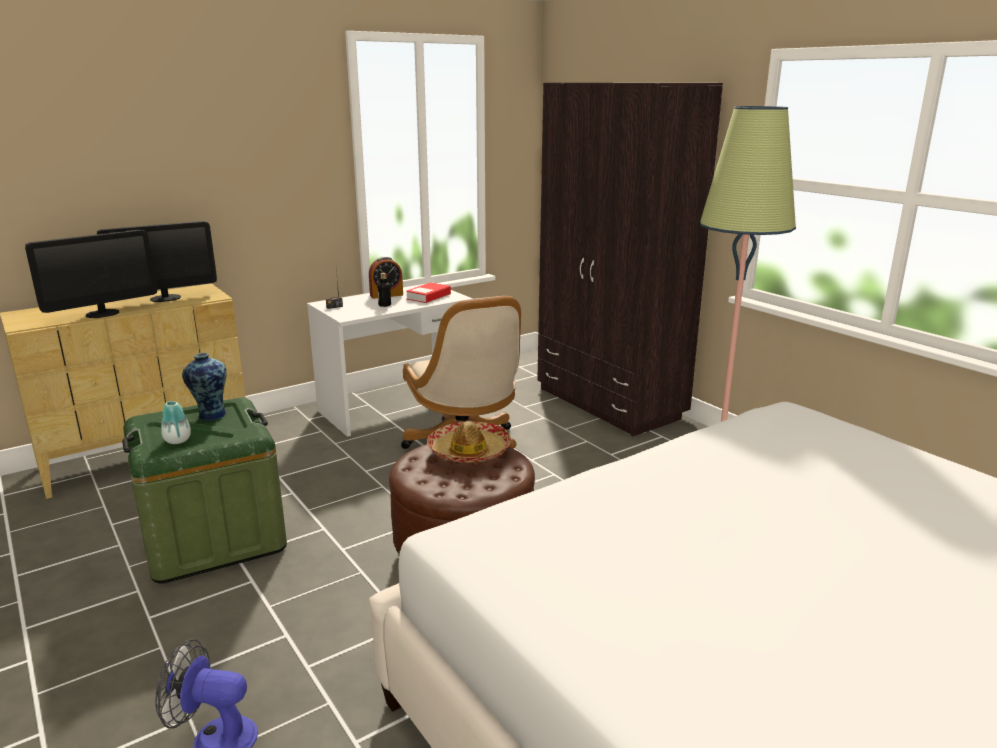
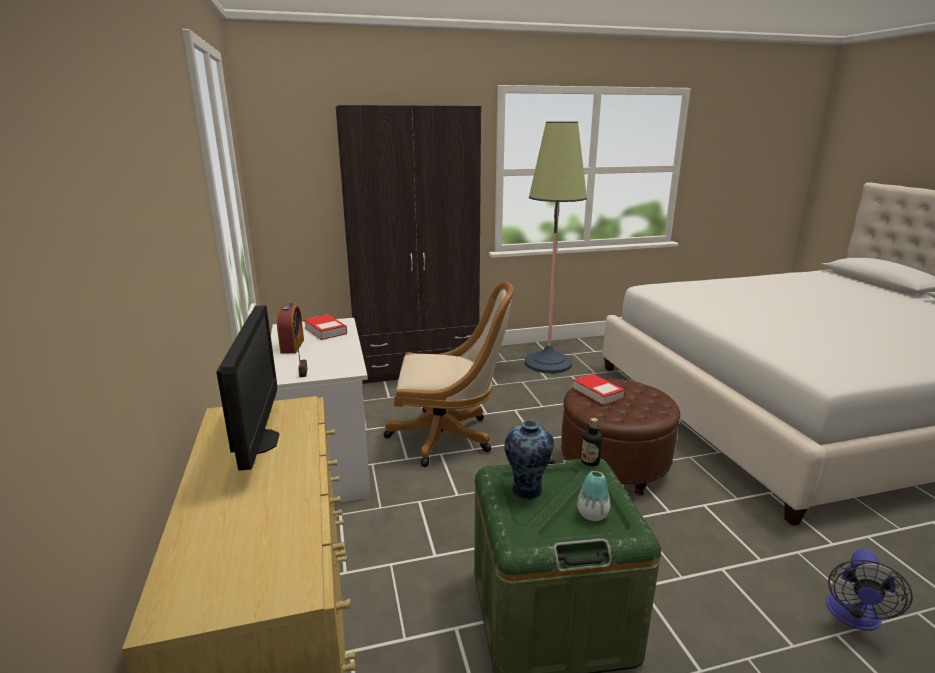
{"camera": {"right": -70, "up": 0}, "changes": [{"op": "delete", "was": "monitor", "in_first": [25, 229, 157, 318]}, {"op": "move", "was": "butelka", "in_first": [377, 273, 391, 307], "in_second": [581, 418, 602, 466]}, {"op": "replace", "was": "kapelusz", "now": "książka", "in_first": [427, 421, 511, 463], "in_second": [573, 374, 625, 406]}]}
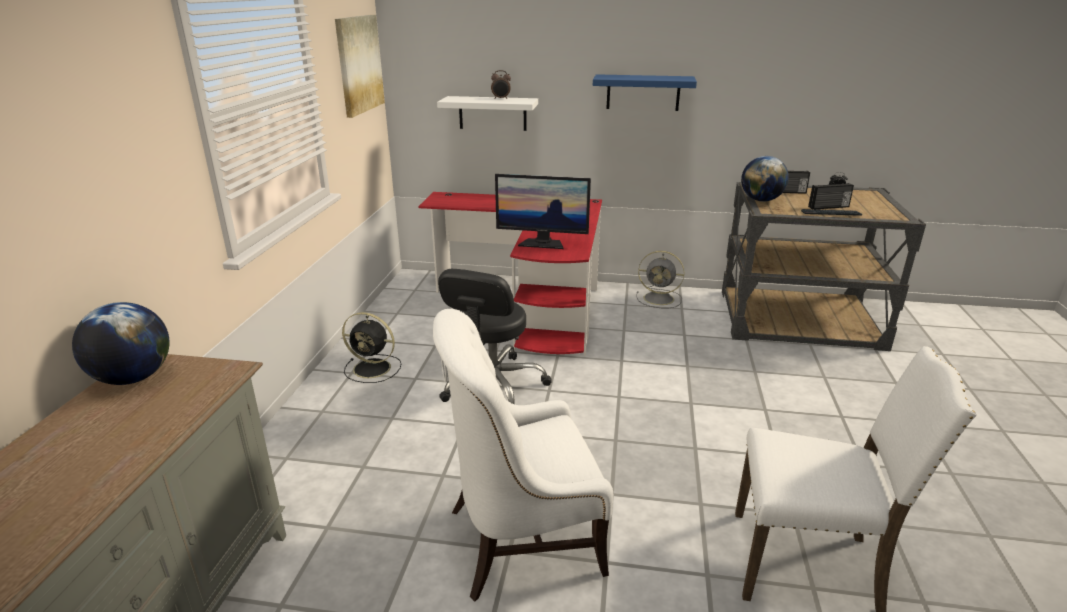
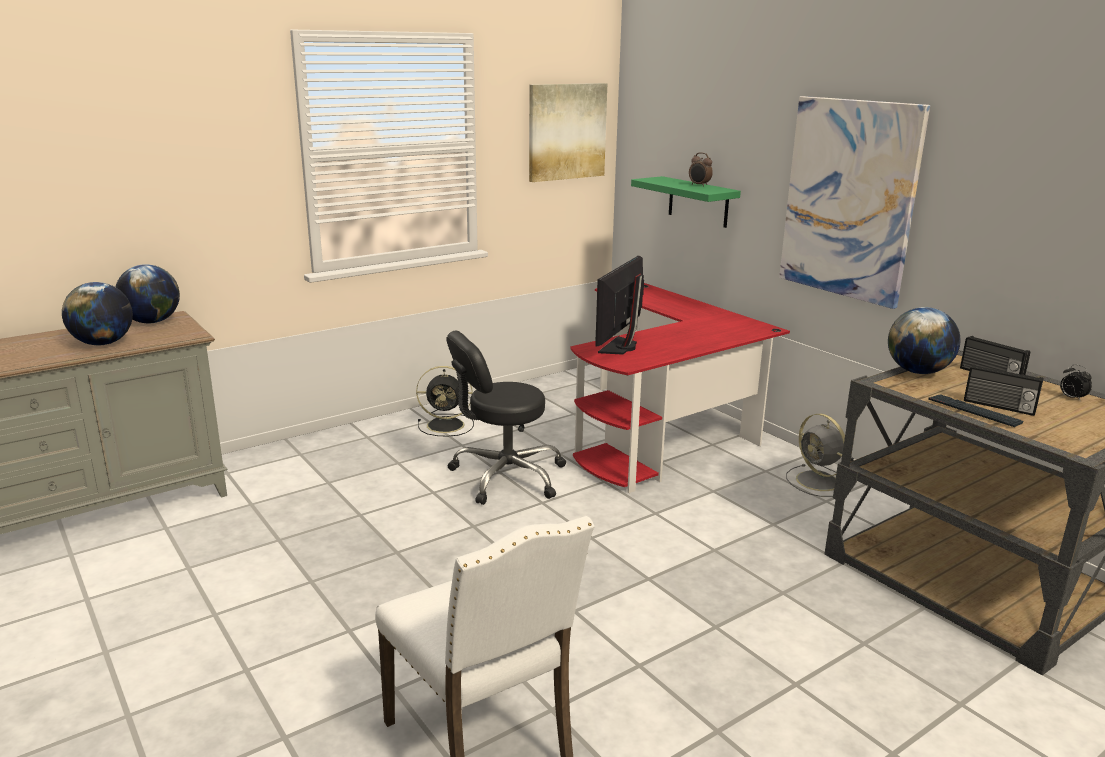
{"camera": {"right": 45, "up": -5}, "changes": [{"op": "replace", "was": "półka (niebieski)", "now": "obraz", "in_first": [593, 74, 697, 111], "in_second": [779, 96, 930, 309]}, {"op": "recolor", "was": "półka (biały)", "now": "półka (zielony)", "in_first": [437, 96, 538, 131], "in_second": [631, 176, 741, 228]}, {"op": "rotate", "was": "monitor", "in_first": [495, 174, 591, 249], "in_second": [595, 256, 644, 355], "clockwise": 60}, {"op": "delete", "was": "krzesło (biały)", "in_first": [433, 309, 613, 602]}, {"op": "rotate", "was": "wentylator (czarny)", "in_first": [342, 312, 401, 383], "in_second": [416, 366, 474, 437], "clockwise": -60}, {"op": "insert", "now": "globus", "in_second": [62, 282, 133, 345]}]}
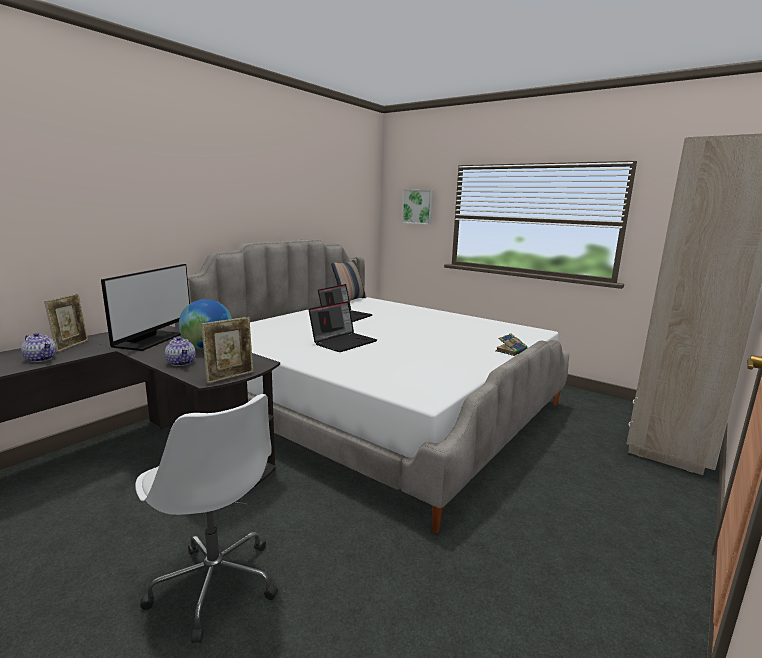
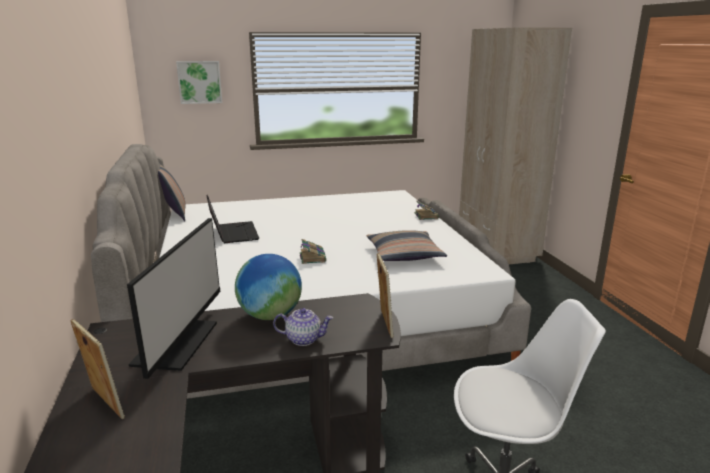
{"camera": {"right": -50, "up": 5}, "changes": [{"op": "rotate", "was": "monitor", "in_first": [101, 264, 190, 351], "in_second": [127, 218, 220, 379], "clockwise": 45}, {"op": "replace", "was": "laptop", "now": "książka", "in_first": [309, 301, 377, 352], "in_second": [300, 239, 326, 264]}, {"op": "delete", "was": "imbryk", "in_first": [21, 333, 56, 362]}, {"op": "insert", "now": "poduszka", "in_second": [366, 230, 447, 261]}]}
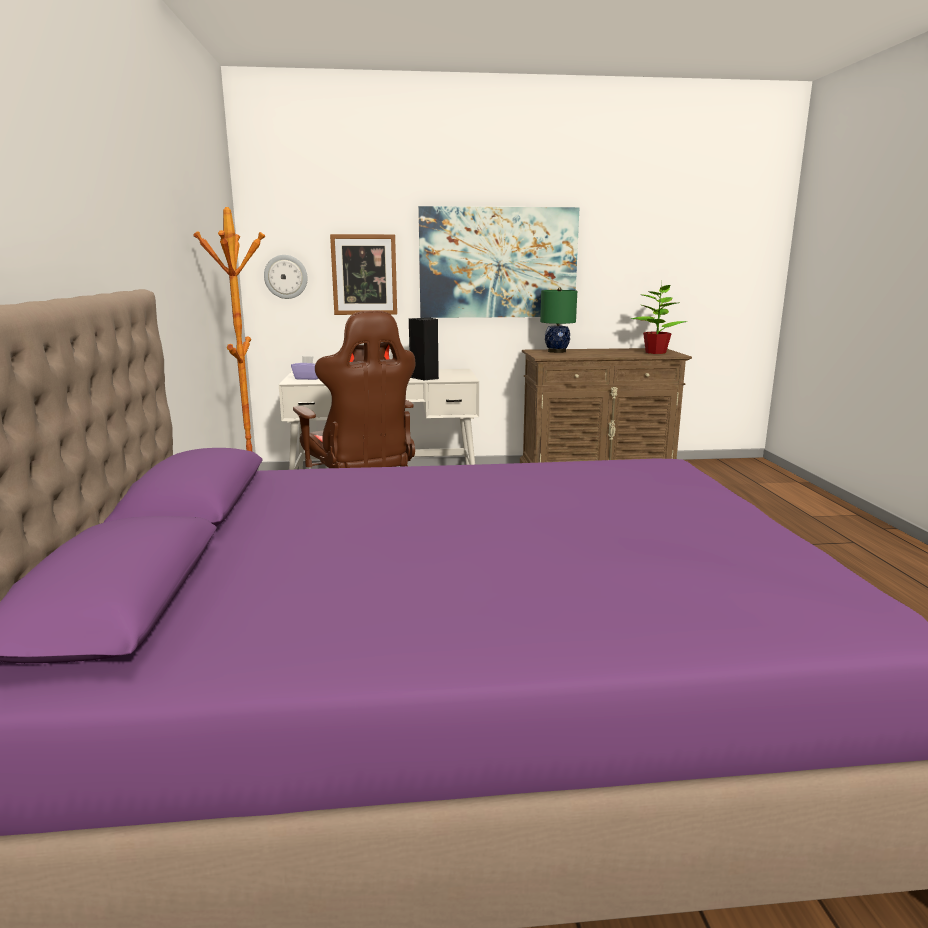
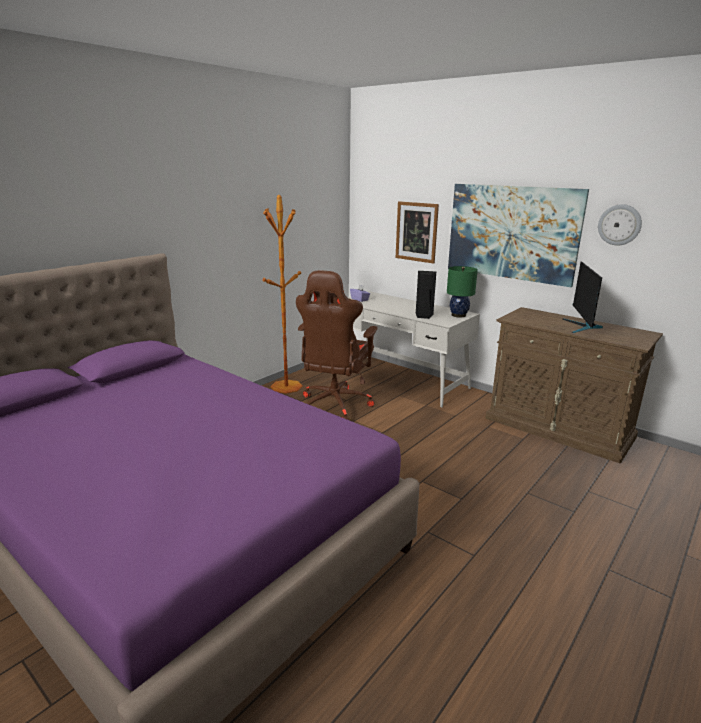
{"camera": {"right": 45, "up": 5}, "changes": [{"op": "move", "was": "zegar ścienny", "in_first": [264, 255, 308, 299], "in_second": [598, 204, 642, 245]}, {"op": "delete", "was": "roślina doniczkowa", "in_first": [631, 281, 688, 354]}, {"op": "move", "was": "lampa stołowa (zielony)", "in_first": [540, 287, 577, 353], "in_second": [447, 266, 478, 317]}, {"op": "insert", "now": "monitor", "in_second": [562, 262, 603, 333]}]}
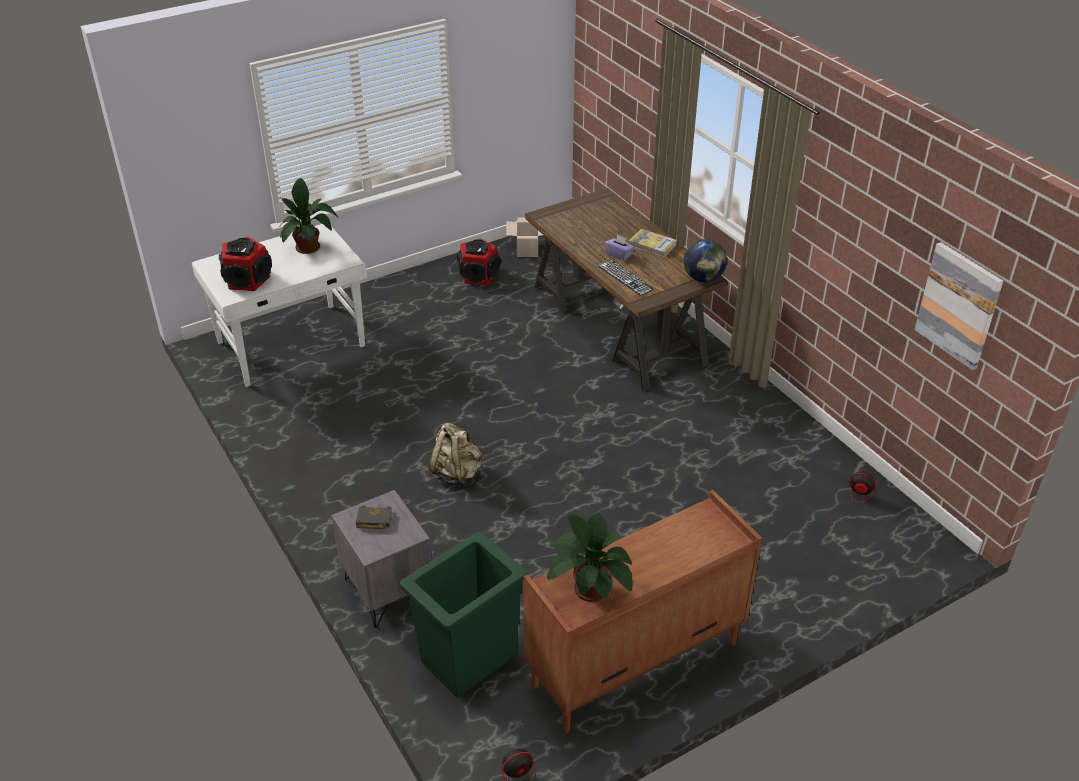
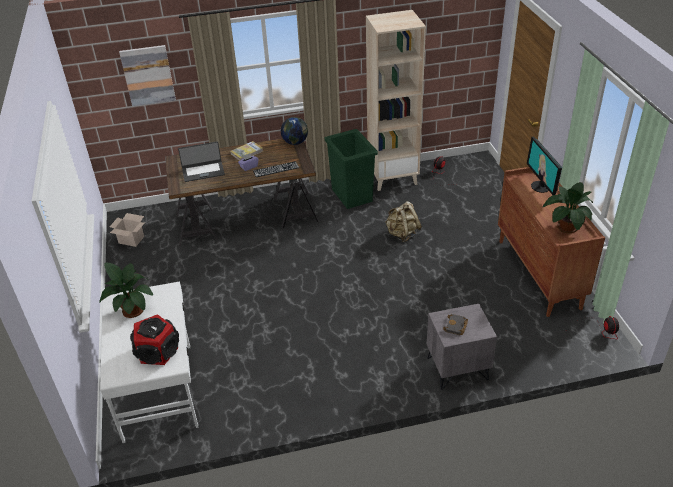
{"camera": {"right": -70, "up": 0}, "changes": [{"op": "delete", "was": "głośnik", "in_first": [457, 238, 501, 285]}, {"op": "move", "was": "obraz", "in_first": [915, 242, 1003, 370], "in_second": [119, 45, 176, 107]}, {"op": "move", "was": "plecak (beżowy)", "in_first": [429, 423, 482, 487], "in_second": [385, 201, 422, 242]}, {"op": "move", "was": "kosz na śmieci (zielony)", "in_first": [400, 532, 527, 698], "in_second": [325, 129, 378, 209]}, {"op": "insert", "now": "regał (beżowy)", "in_second": [366, 10, 426, 191]}, {"op": "insert", "now": "monitor", "in_second": [527, 137, 562, 195]}, {"op": "insert", "now": "laptop", "in_second": [178, 141, 225, 182]}]}
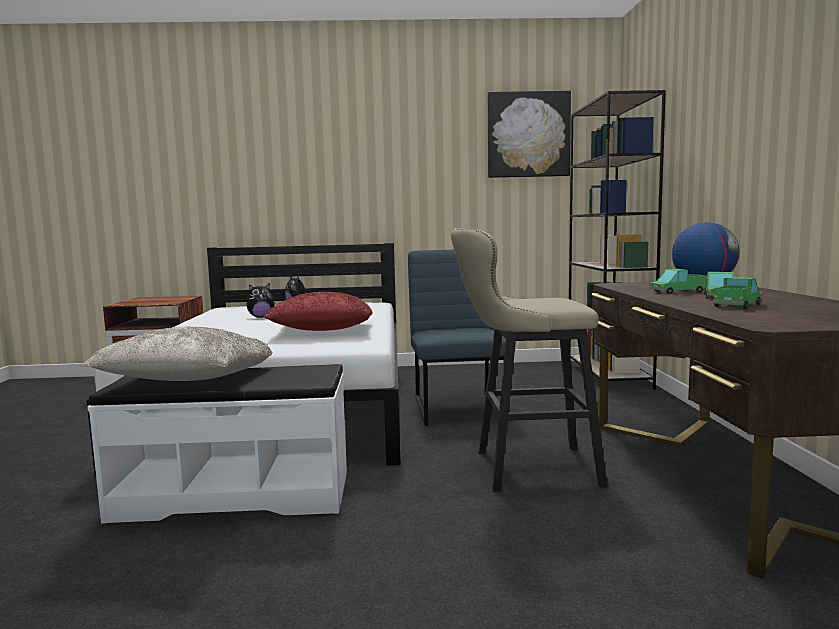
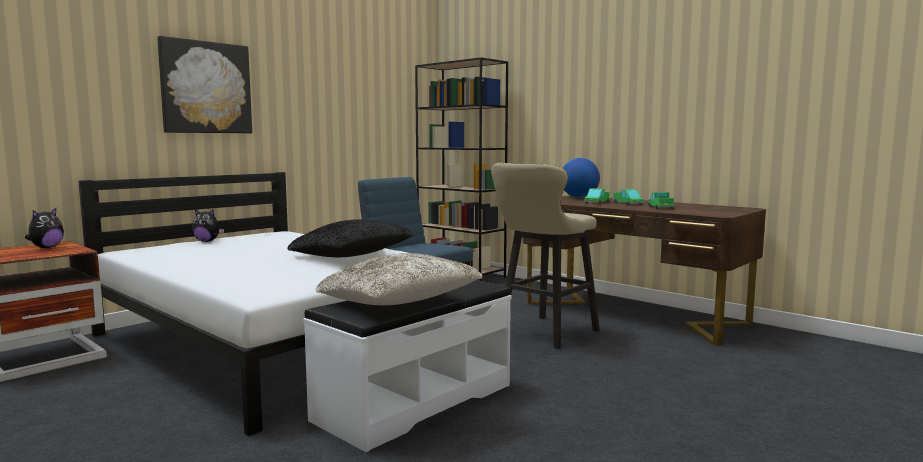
{"camera": {"right": -45, "up": 0}, "changes": [{"op": "move", "was": "obraz", "in_first": [488, 91, 571, 178], "in_second": [157, 36, 252, 133]}, {"op": "move", "was": "pluszak", "in_first": [246, 283, 275, 318], "in_second": [25, 208, 64, 248]}, {"op": "recolor", "was": "poduszka (czerwony)", "now": "poduszka (czarny)", "in_first": [264, 292, 373, 331], "in_second": [288, 219, 414, 257]}]}
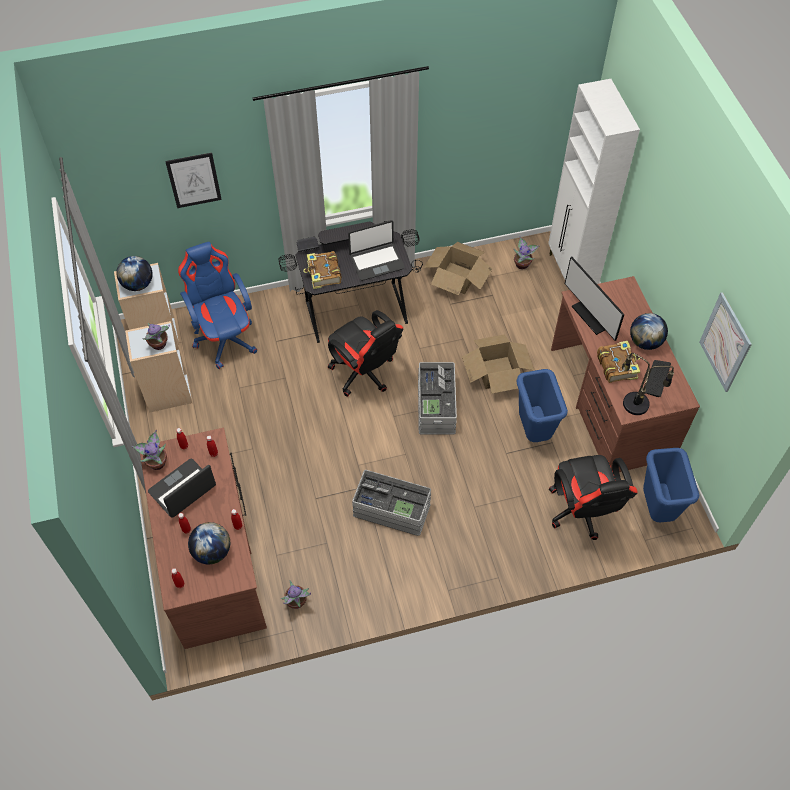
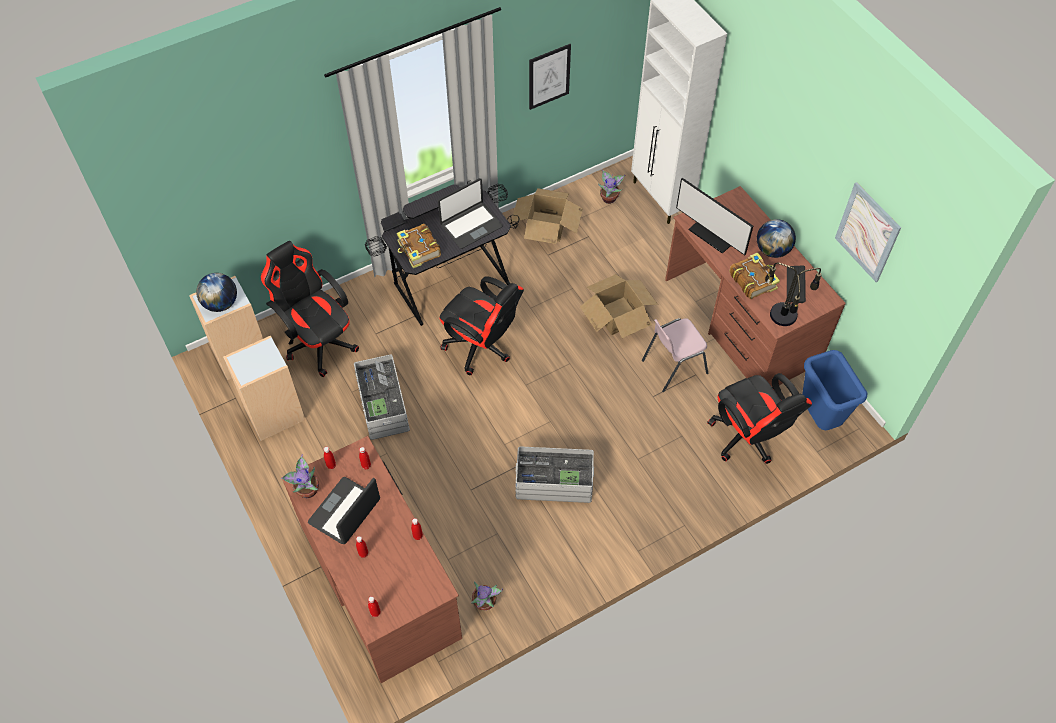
{"camera": {"right": -15, "up": 0}, "changes": [{"op": "move", "was": "obraz", "in_first": [165, 153, 222, 208], "in_second": [529, 44, 571, 110]}, {"op": "recolor", "was": "krzesło biurowe (niebieski)", "now": "krzesło biurowe (czarny)", "in_first": [178, 242, 257, 369], "in_second": [261, 241, 359, 377]}, {"op": "delete", "was": "roślina doniczkowa", "in_first": [142, 323, 170, 350]}, {"op": "move", "was": "pojemnik do przechowywania (szary)", "in_first": [418, 362, 457, 435], "in_second": [354, 354, 410, 440]}, {"op": "replace", "was": "kosz na śmieci (niebieski)", "now": "krzesło (różowy)", "in_first": [516, 369, 568, 442], "in_second": [642, 318, 708, 392]}, {"op": "delete", "was": "globus", "in_first": [188, 522, 230, 564]}]}
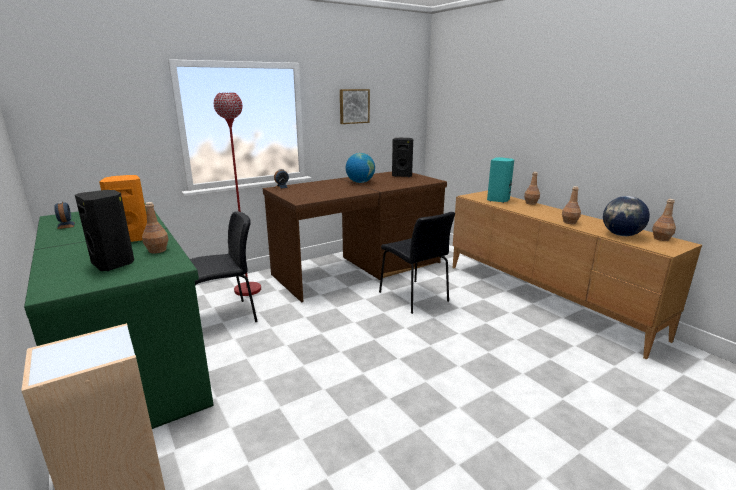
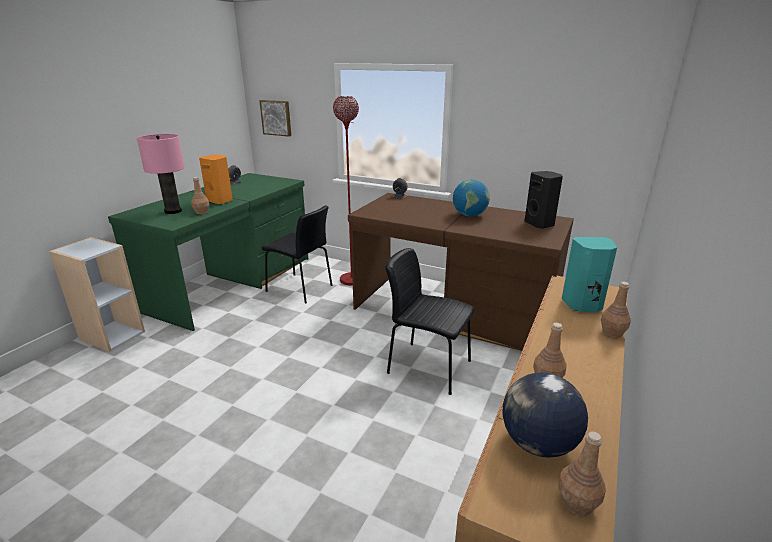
{"camera": {"right": 60, "up": 5}, "changes": [{"op": "move", "was": "obraz", "in_first": [340, 89, 370, 124], "in_second": [259, 100, 291, 137]}, {"op": "replace", "was": "głośnik (czarny)", "now": "lampa stołowa (różowy)", "in_first": [75, 190, 134, 271], "in_second": [137, 134, 184, 214]}, {"op": "rotate", "was": "krzesło (czarny)", "in_first": [379, 212, 455, 314], "in_second": [385, 248, 474, 395], "clockwise": 90}]}
